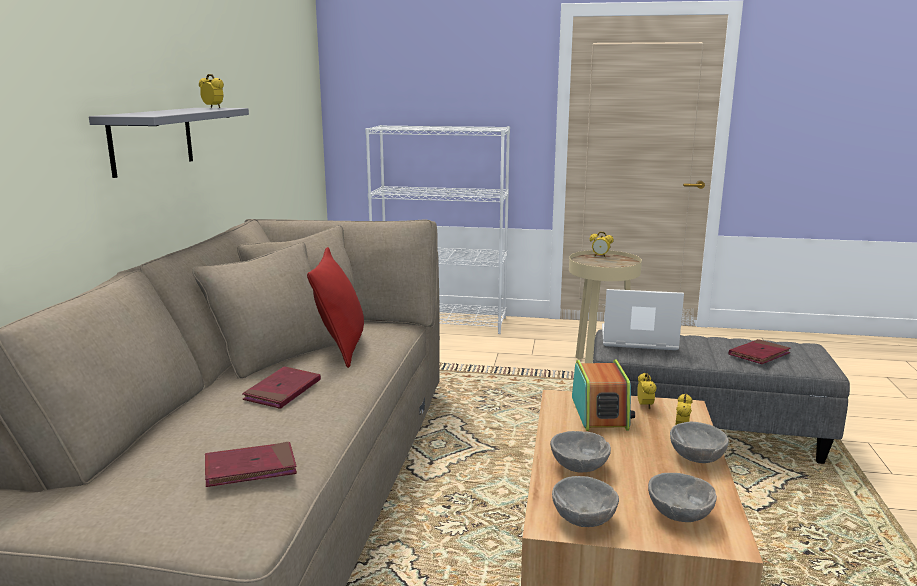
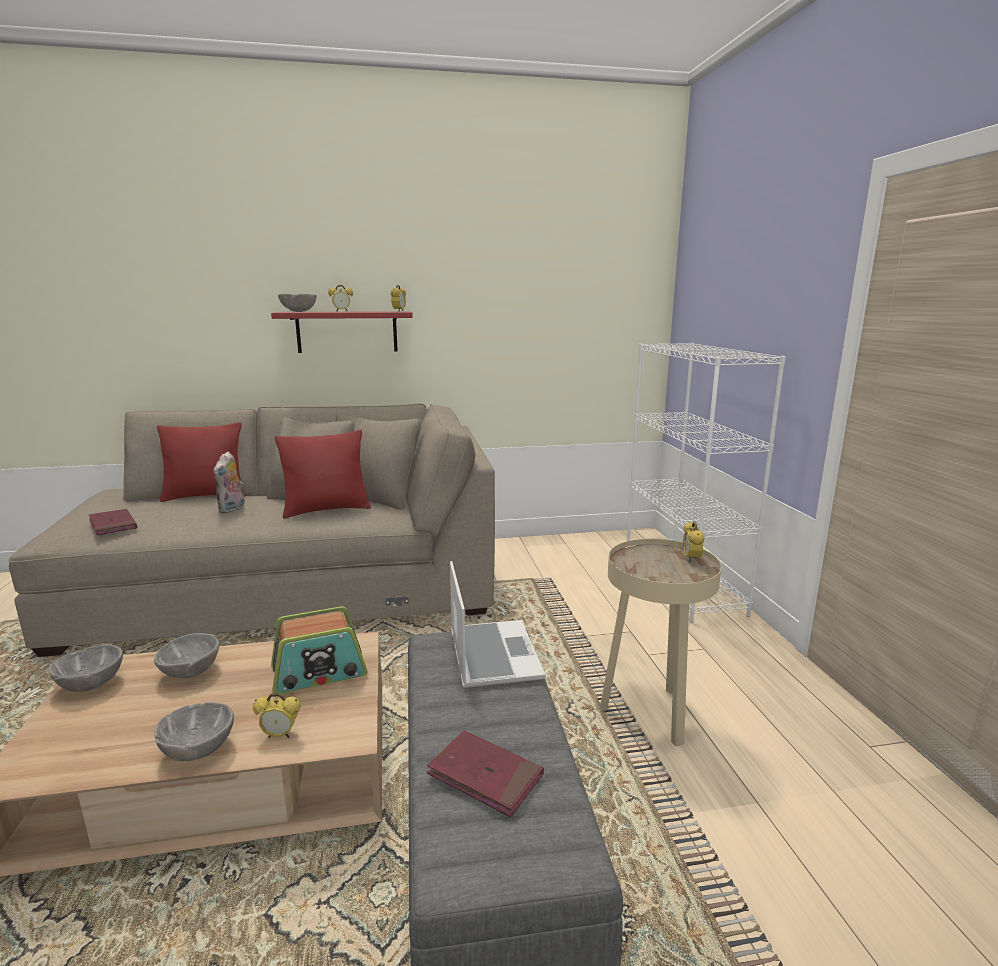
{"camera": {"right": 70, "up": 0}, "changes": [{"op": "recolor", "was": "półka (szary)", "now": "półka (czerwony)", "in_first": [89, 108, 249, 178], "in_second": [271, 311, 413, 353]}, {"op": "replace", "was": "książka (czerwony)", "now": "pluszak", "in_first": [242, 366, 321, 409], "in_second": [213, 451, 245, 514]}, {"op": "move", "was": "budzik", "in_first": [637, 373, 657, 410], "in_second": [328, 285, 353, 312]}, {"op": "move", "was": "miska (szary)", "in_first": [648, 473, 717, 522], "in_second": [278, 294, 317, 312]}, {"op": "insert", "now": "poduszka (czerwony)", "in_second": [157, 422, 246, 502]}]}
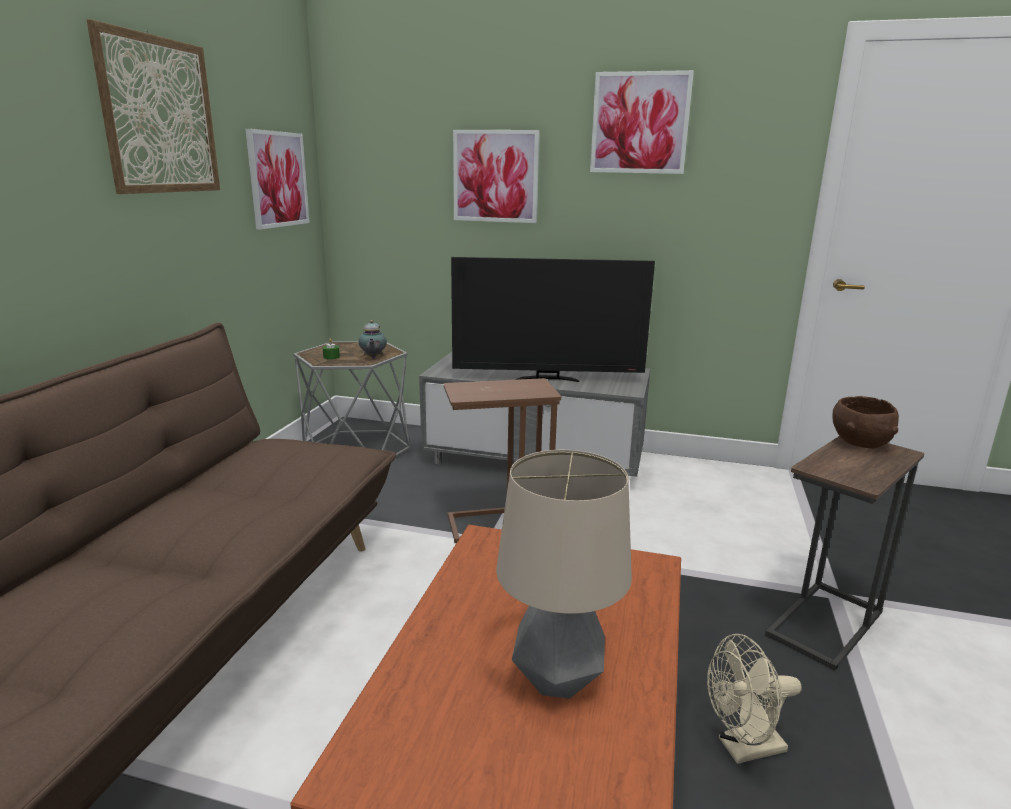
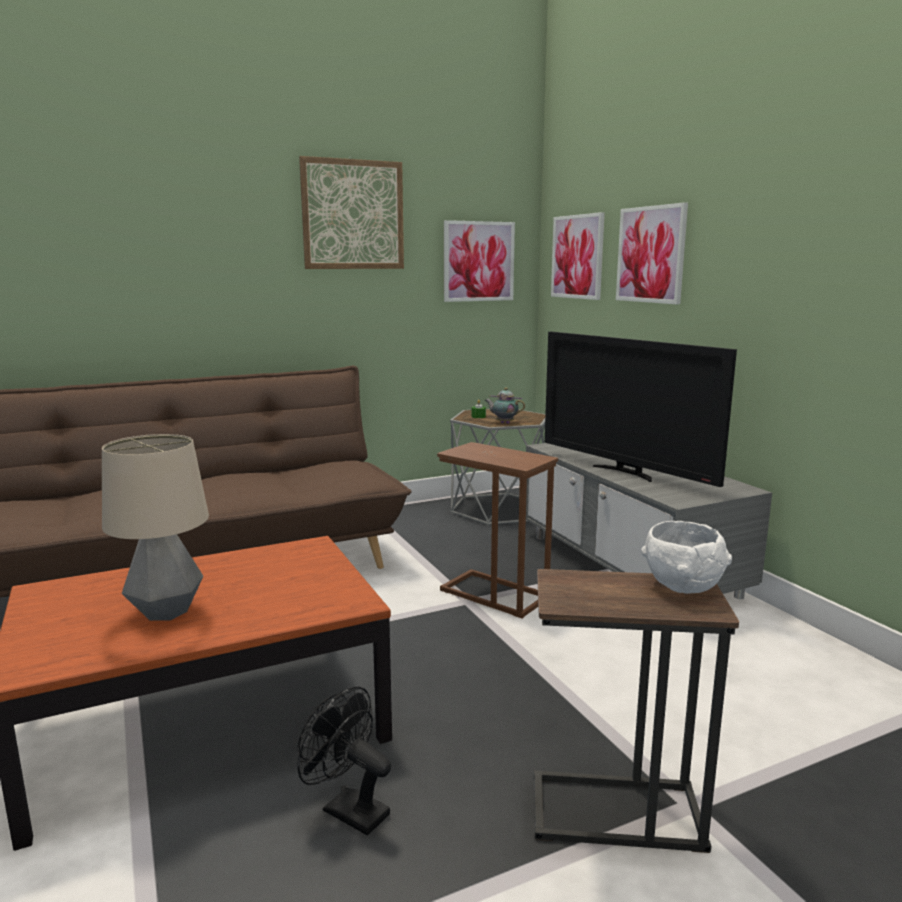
{"camera": {"right": 50, "up": -5}, "changes": [{"op": "move", "was": "obraz", "in_first": [590, 70, 694, 174], "in_second": [551, 212, 605, 300]}, {"op": "rotate", "was": "imbryk", "in_first": [359, 320, 387, 359], "in_second": [485, 387, 525, 424], "clockwise": 75}, {"op": "recolor", "was": "miska (brązowy)", "now": "miska (biały)", "in_first": [833, 396, 899, 448], "in_second": [641, 521, 732, 594]}, {"op": "recolor", "was": "wentylator (beżowy)", "now": "wentylator (czarny)", "in_first": [707, 634, 802, 764], "in_second": [298, 687, 391, 835]}]}
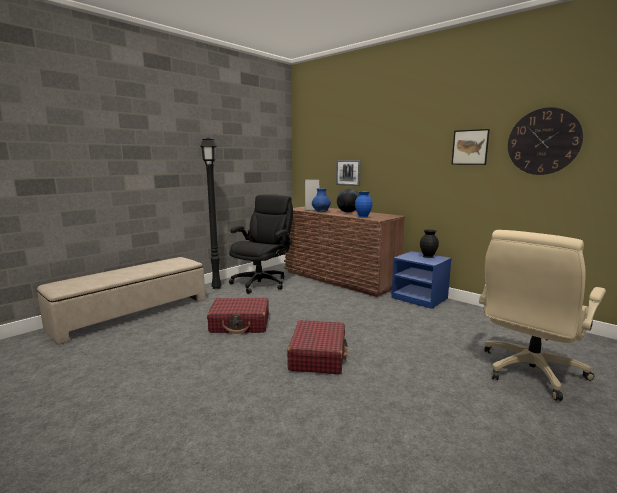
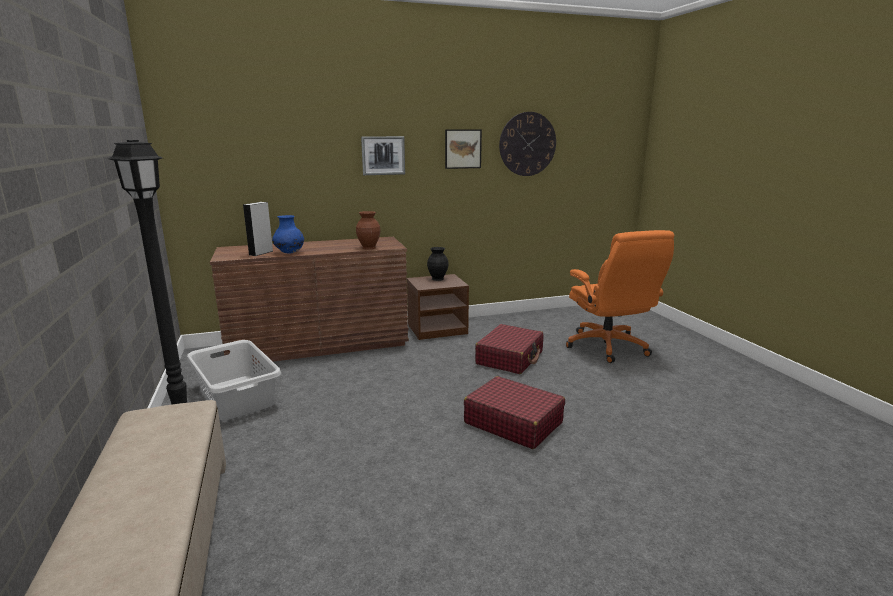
{"camera": {"right": -60, "up": 5}, "changes": [{"op": "move", "was": "obraz", "in_first": [336, 160, 361, 186], "in_second": [361, 136, 405, 175]}, {"op": "delete", "was": "globus", "in_first": [337, 189, 359, 213]}, {"op": "recolor", "was": "wazon (niebieski)", "now": "wazon (brązowy)", "in_first": [355, 191, 373, 218], "in_second": [356, 211, 381, 249]}, {"op": "replace", "was": "krzesło biurowe (czarny)", "now": "kosz na pranie (szary)", "in_first": [229, 195, 293, 294], "in_second": [187, 340, 281, 420]}, {"op": "recolor", "was": "krzesło biurowe (beżowy)", "now": "krzesło biurowe (pomarańczowy)", "in_first": [479, 230, 606, 401], "in_second": [566, 230, 674, 363]}, {"op": "recolor", "was": "szafka nocna (niebieski)", "now": "szafka nocna (brązowy)", "in_first": [391, 251, 452, 309], "in_second": [407, 274, 469, 340]}, {"op": "move", "was": "walizka (czerwony)", "in_first": [207, 298, 269, 334], "in_second": [475, 324, 543, 374]}]}
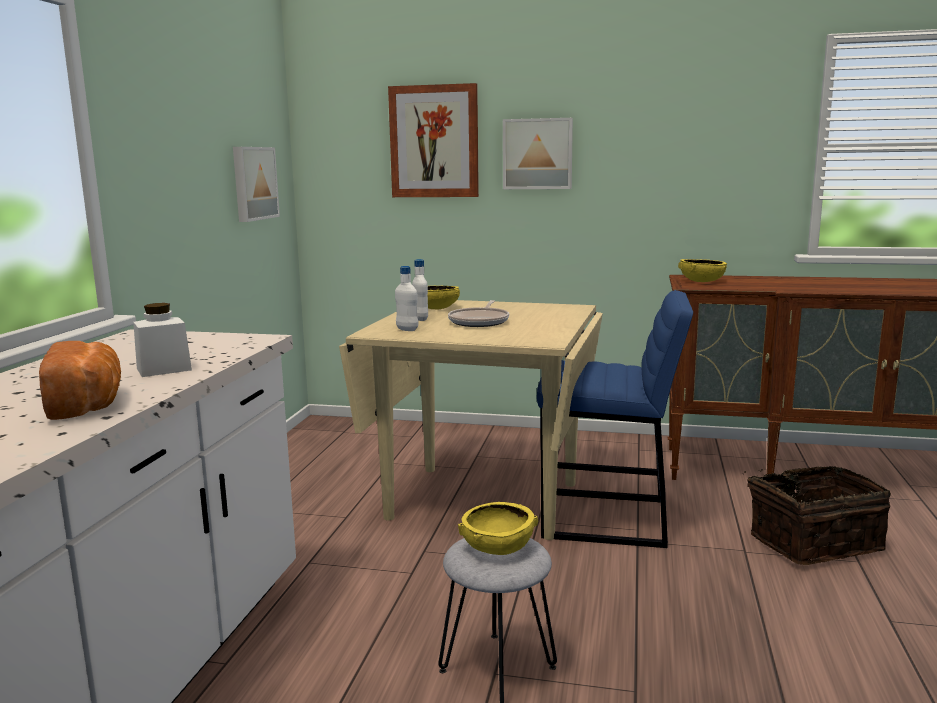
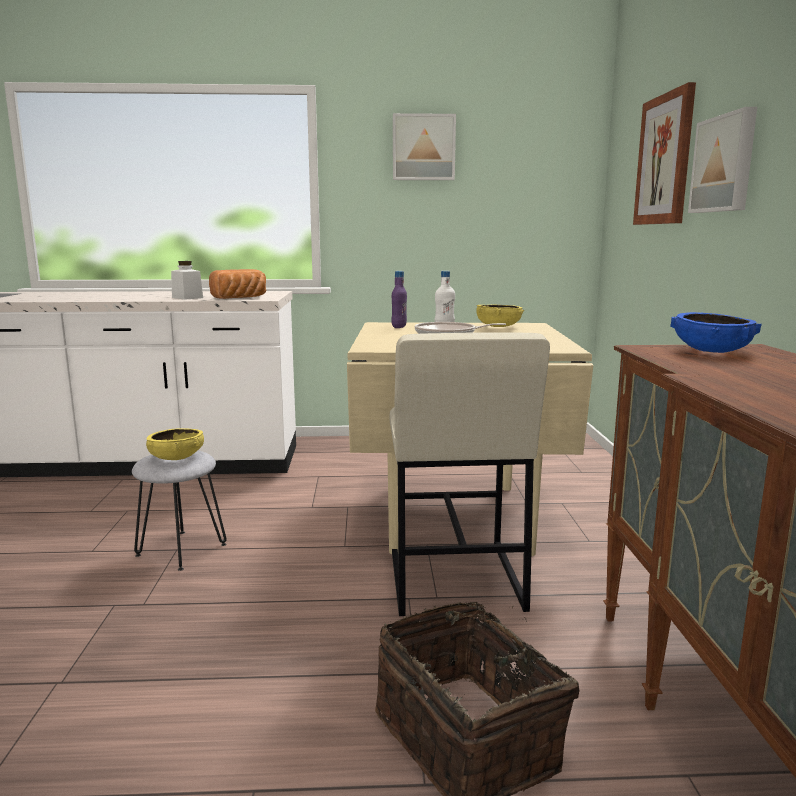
{"camera": {"right": 75, "up": 0}, "changes": [{"op": "move", "was": "obraz", "in_first": [233, 147, 280, 222], "in_second": [393, 113, 456, 180]}, {"op": "recolor", "was": "miska (żółty)", "now": "miska (niebieski)", "in_first": [678, 259, 727, 282], "in_second": [670, 312, 762, 353]}, {"op": "recolor", "was": "butelka (biały)", "now": "butelka (fioletowy)", "in_first": [395, 266, 418, 331], "in_second": [391, 271, 407, 328]}, {"op": "recolor", "was": "krzesło (niebieski)", "now": "krzesło (beżowy)", "in_first": [537, 290, 693, 548], "in_second": [389, 333, 550, 616]}, {"op": "move", "was": "chleb", "in_first": [39, 341, 121, 420], "in_second": [209, 269, 266, 299]}]}
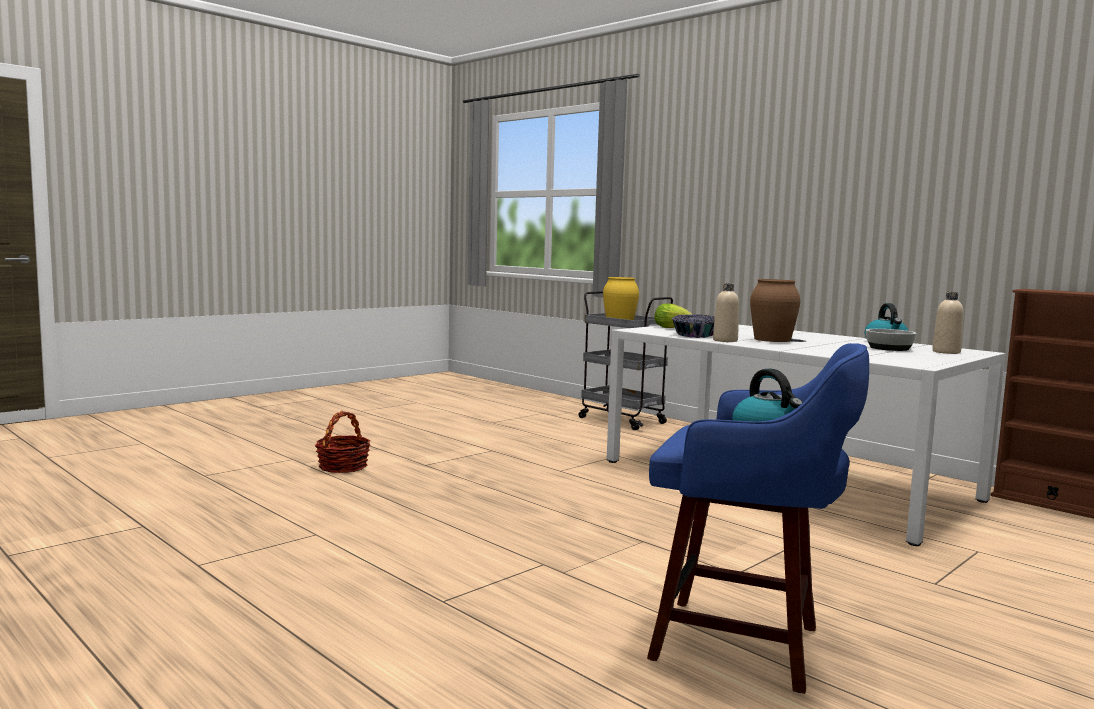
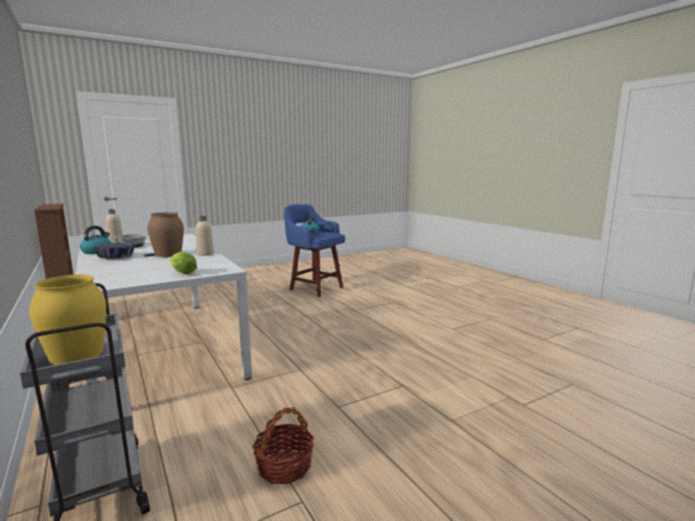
{"camera": {"right": -165, "up": 5}, "changes": [{"op": "move", "was": "miska", "in_first": [672, 314, 715, 338], "in_second": [93, 243, 135, 259]}, {"op": "move", "was": "koszyk", "in_first": [315, 411, 370, 473], "in_second": [252, 407, 314, 484]}]}
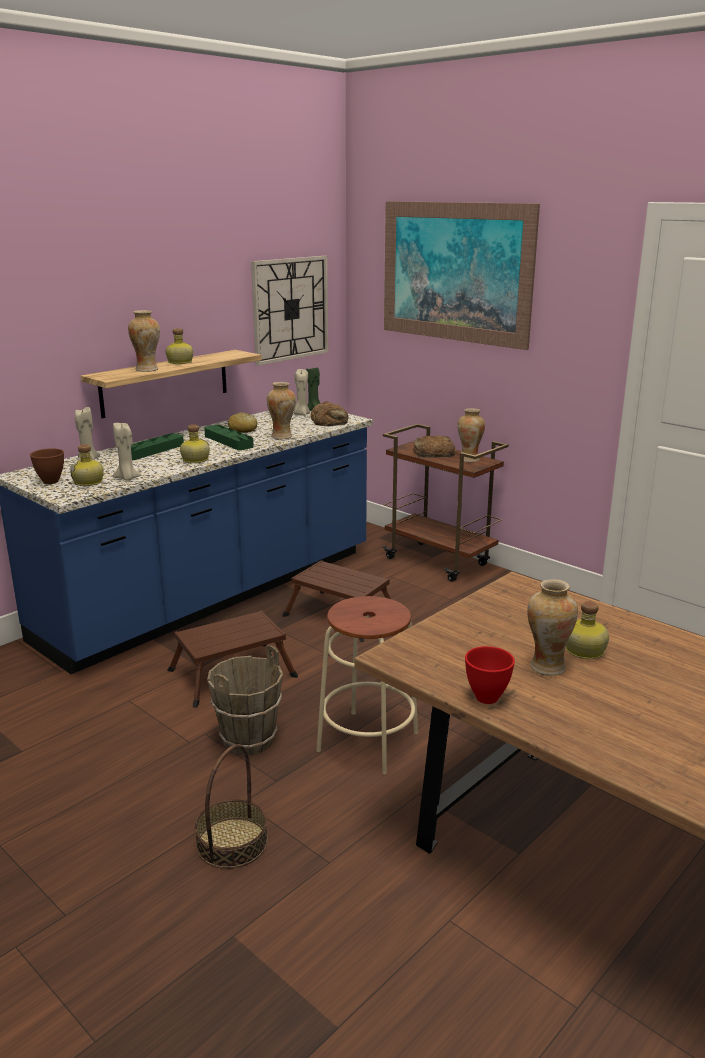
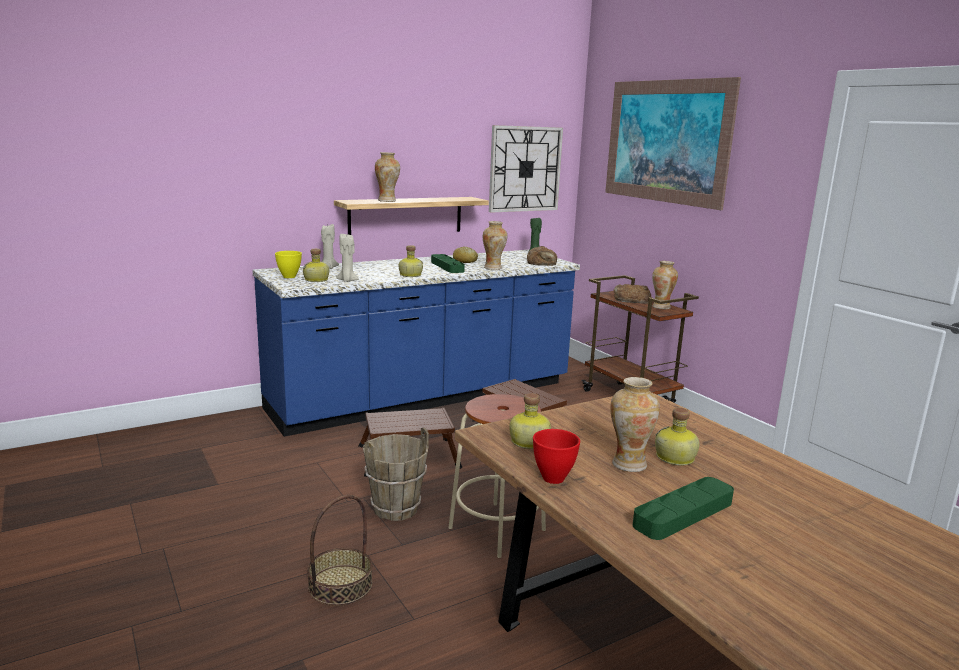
{"camera": {"right": 15, "up": -5}, "changes": [{"op": "move", "was": "butelka", "in_first": [166, 328, 193, 364], "in_second": [509, 393, 551, 449]}, {"op": "delete", "was": "świeca (beżowy)", "in_first": [294, 369, 310, 415]}, {"op": "move", "was": "taca (zielony)", "in_first": [131, 433, 184, 461], "in_second": [633, 477, 734, 540]}, {"op": "recolor", "was": "miska (brązowy)", "now": "miska (żółty)", "in_first": [30, 448, 64, 484], "in_second": [275, 251, 302, 278]}]}
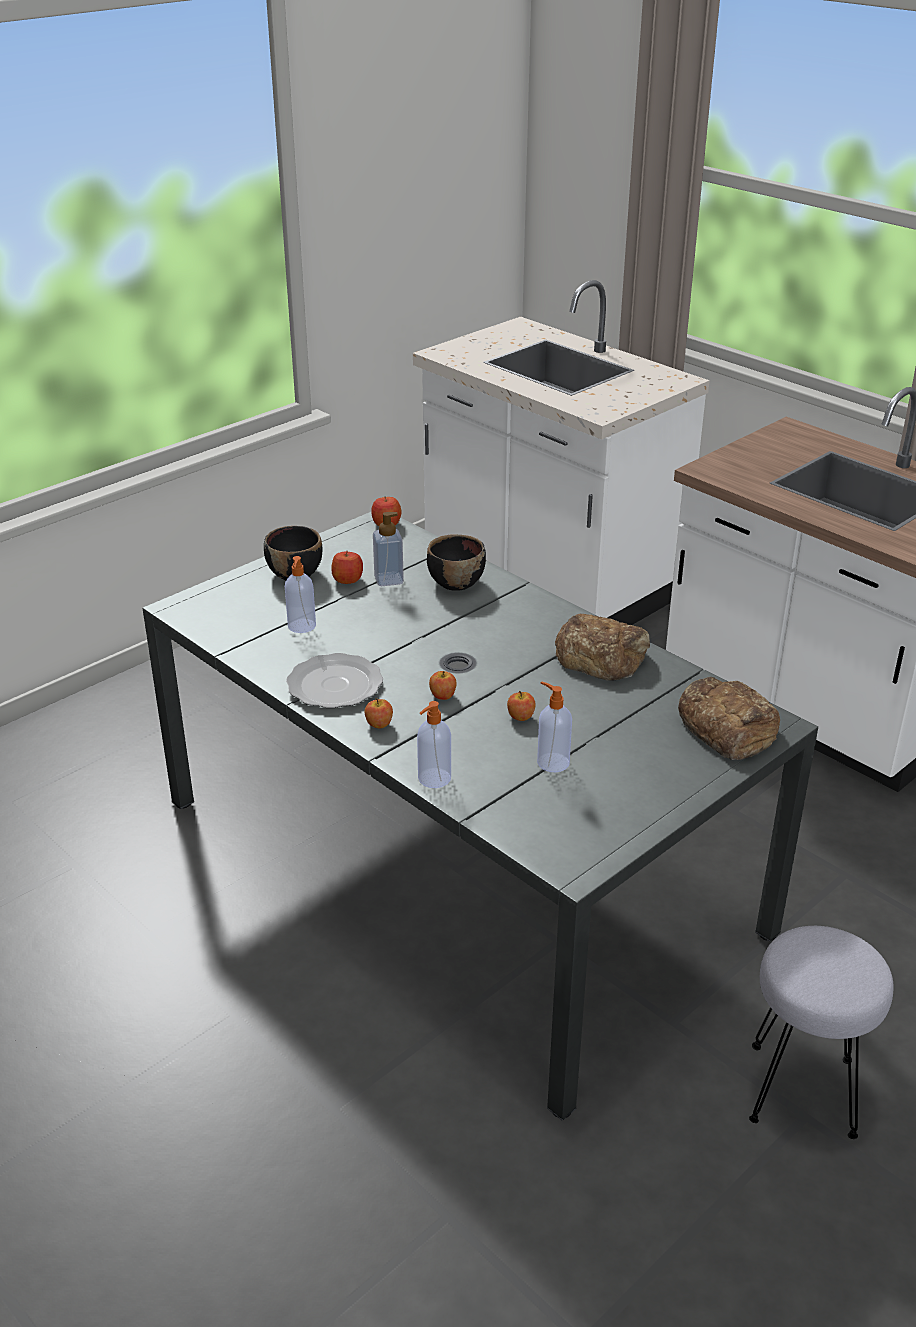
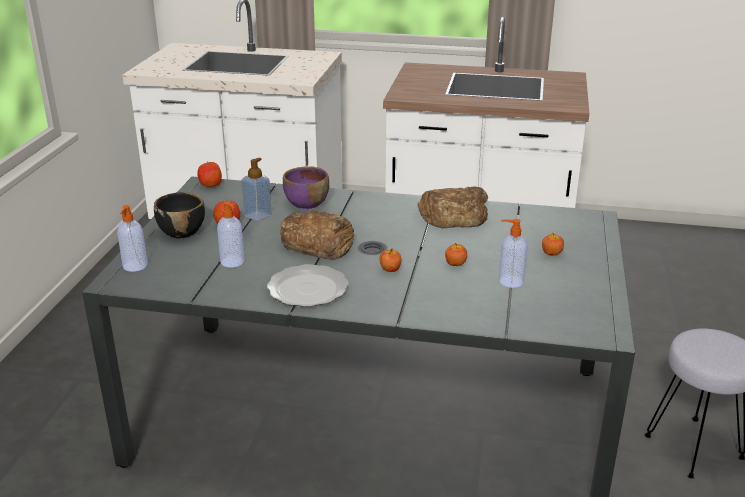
{"camera": {"right": -35, "up": -5}, "changes": [{"op": "recolor", "was": "miska (czarny)", "now": "miska (fioletowy)", "in_first": [427, 535, 486, 591], "in_second": [283, 166, 329, 209]}, {"op": "move", "was": "chleb", "in_first": [678, 677, 780, 760], "in_second": [280, 210, 354, 260]}, {"op": "move", "was": "jabłko", "in_first": [365, 698, 393, 728], "in_second": [542, 233, 564, 256]}, {"op": "move", "was": "dozownik mydła", "in_first": [417, 701, 451, 788], "in_second": [117, 205, 148, 272]}]}
